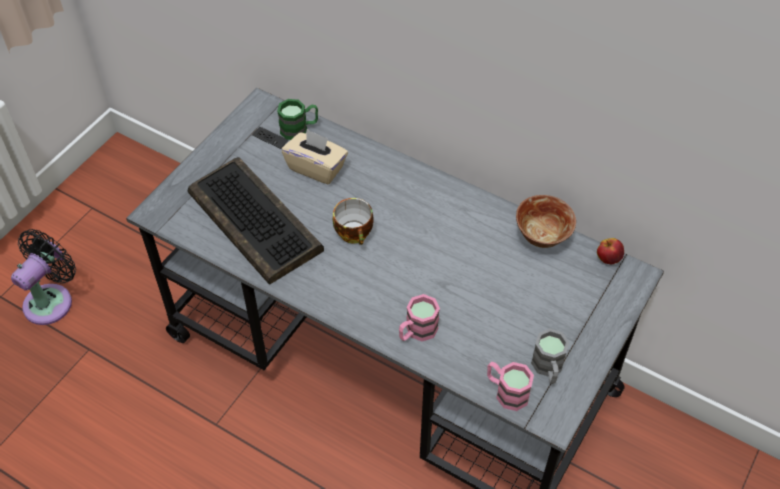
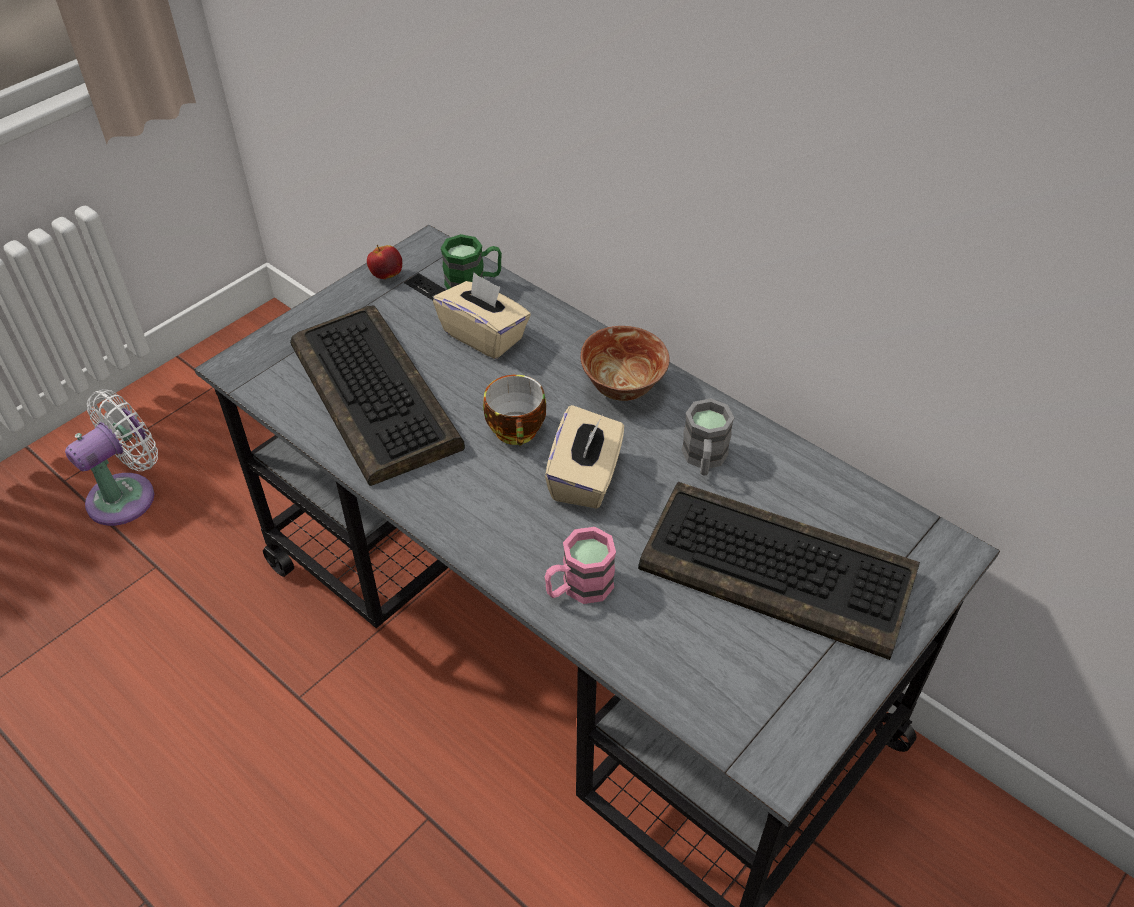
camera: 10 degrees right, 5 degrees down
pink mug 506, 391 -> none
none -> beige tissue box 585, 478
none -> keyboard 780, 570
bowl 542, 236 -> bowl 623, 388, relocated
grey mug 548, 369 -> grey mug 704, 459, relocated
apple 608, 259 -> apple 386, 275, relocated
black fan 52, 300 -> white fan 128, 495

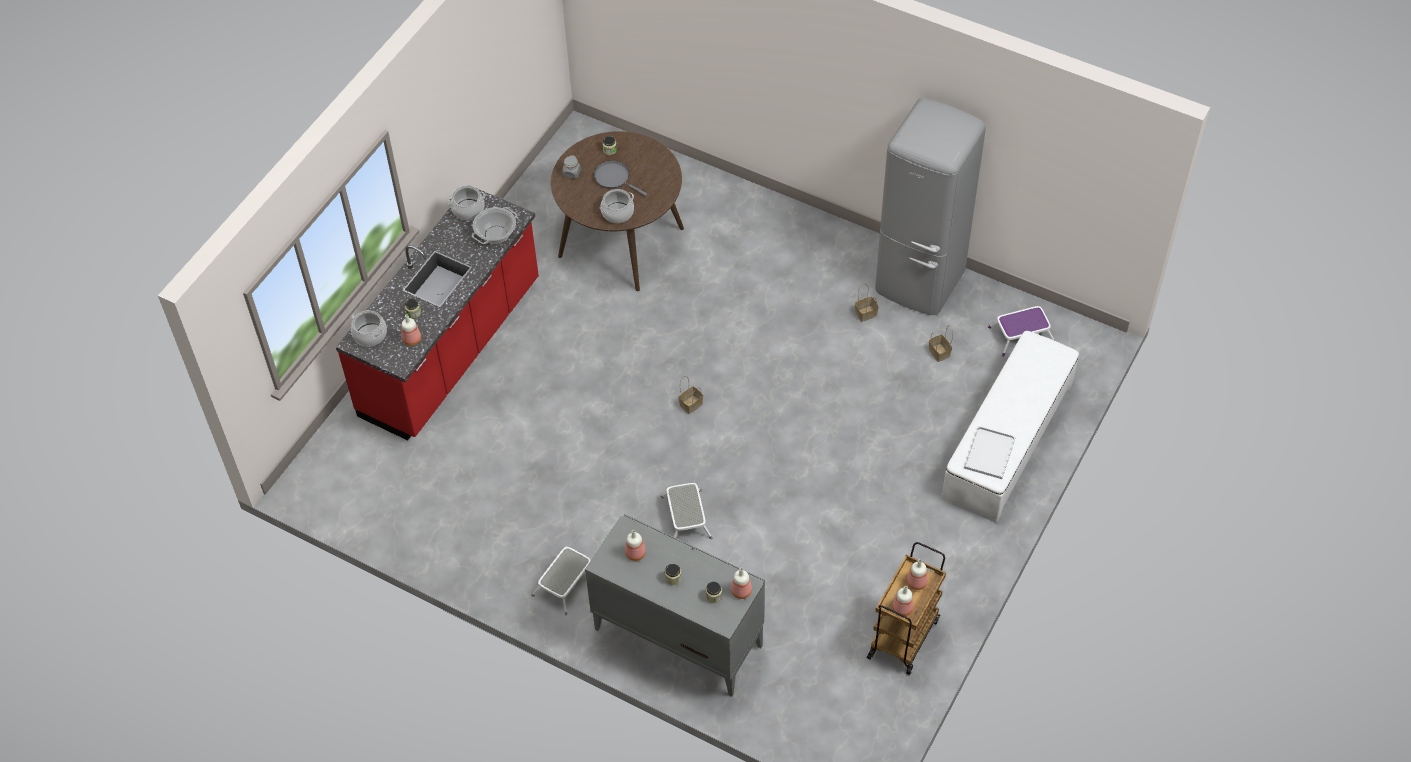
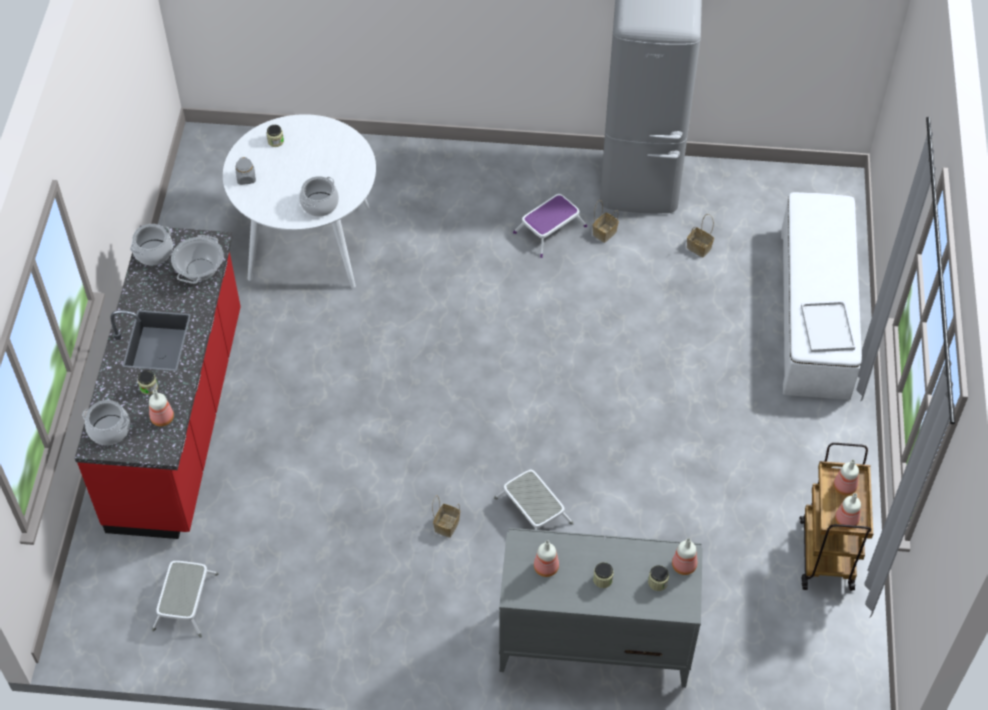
camera: 25 degrees left, 0 degrees up
grey frying pan 614, 178 -> none
grey step ladder 565, 582 -> grey step ladder 185, 601, relocated
basket 691, 404 -> basket 446, 524, relocated
purple step ladder 1021, 334 -> purple step ladder 549, 229, relocated
brown dining table 621, 242 -> white dining table 309, 243

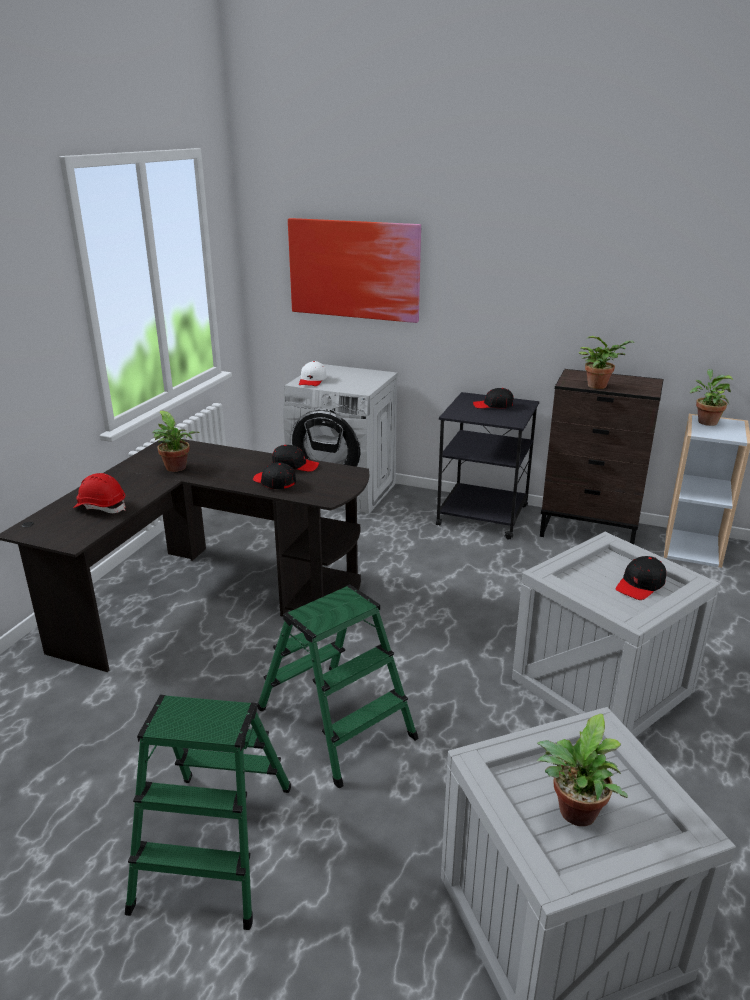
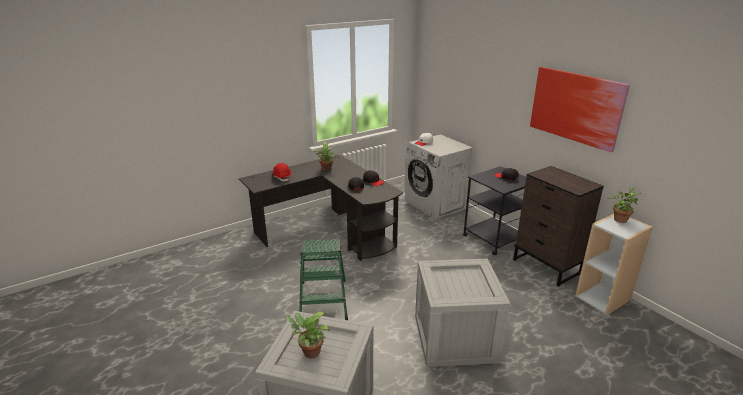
camera: 35 degrees right, 0 degrees up
green step ladder 215, 844 -> none
potted plant 599, 386 -> none
black cap 640, 585 -> none
picture 354, 269 -> picture 576, 107, relocated

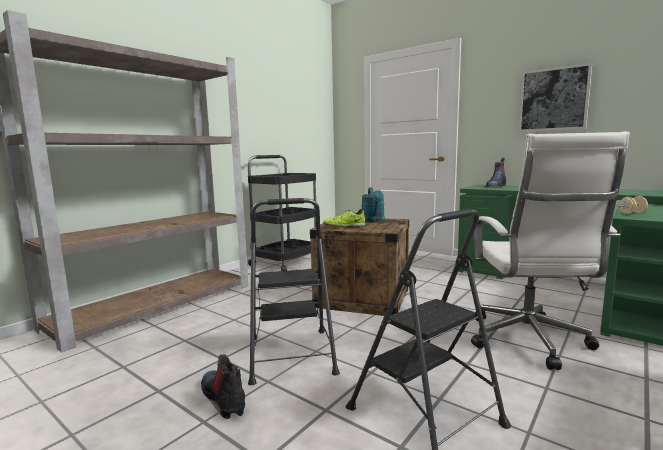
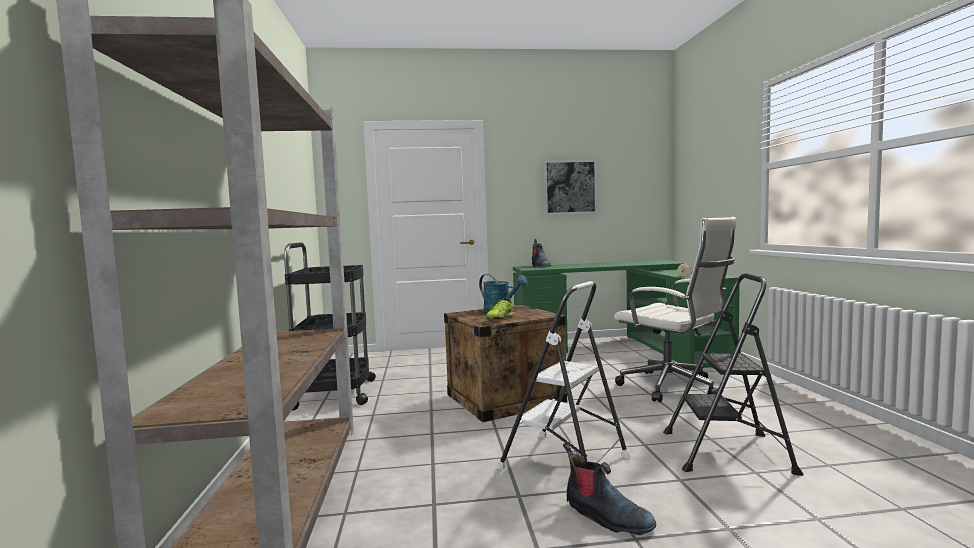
camera: 45 degrees left, 5 degrees down
black step ladder 291, 356 -> white step ladder 568, 463
boot 224, 399 -> boot 606, 517, 150 degrees counterclockwise

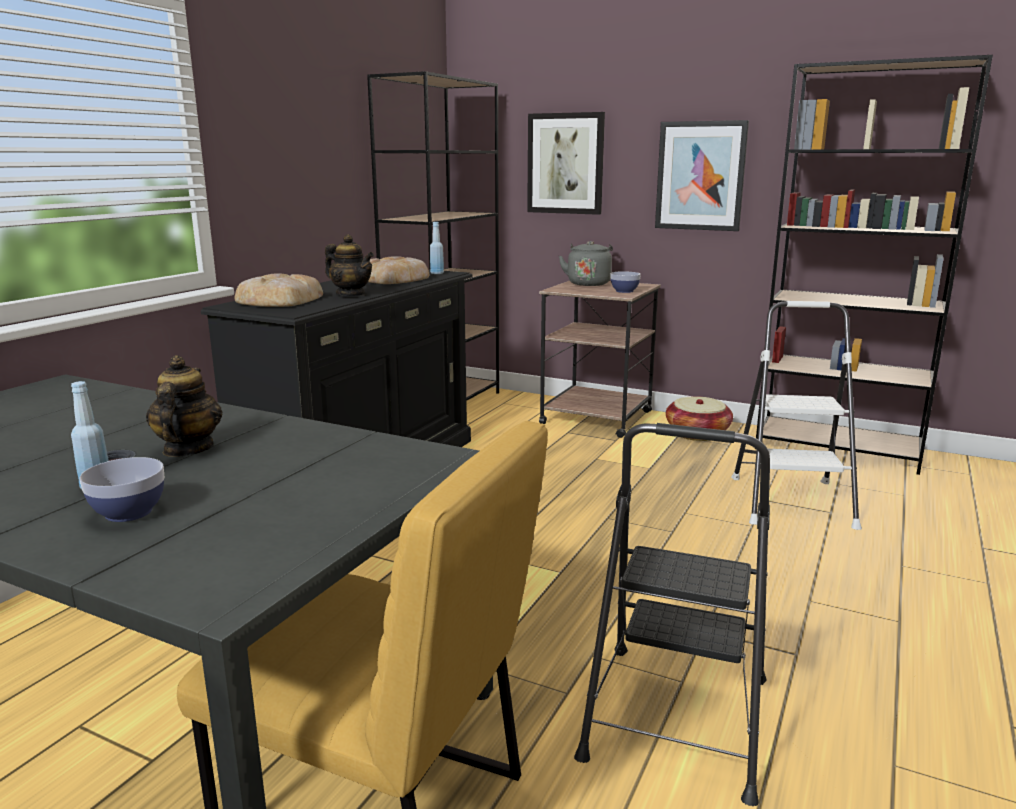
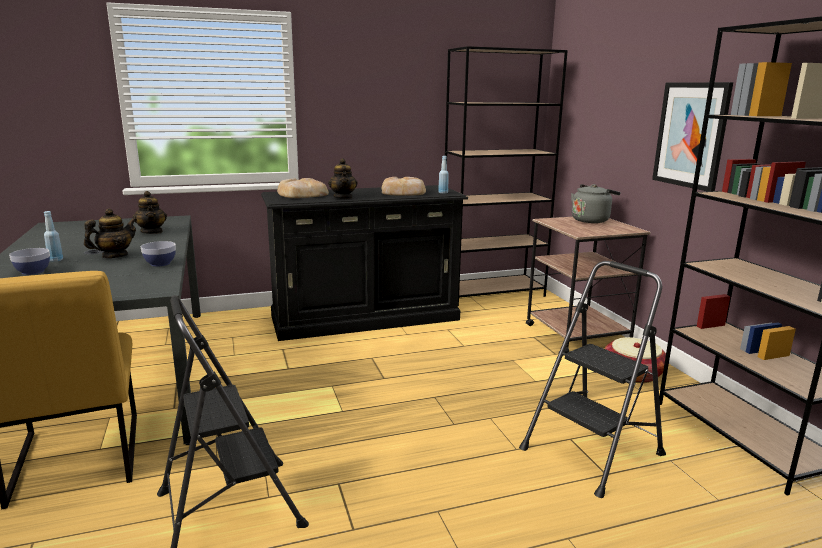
camera: 45 degrees right, 0 degrees up
picture 565, 163 -> none
none -> teapot 152, 232
bowl 624, 291 -> bowl 160, 263, relocated
white step ladder 791, 499 -> black step ladder 594, 449

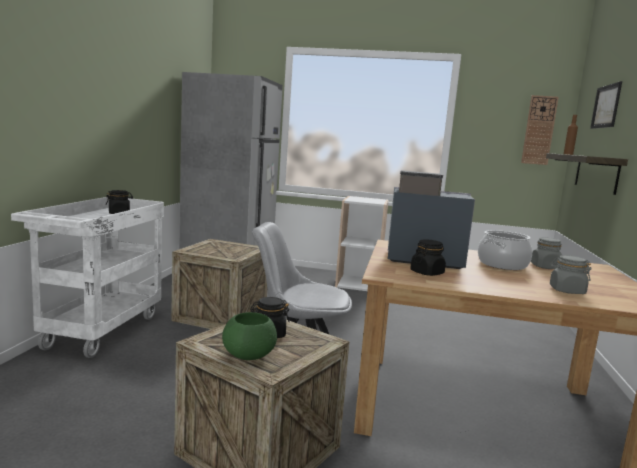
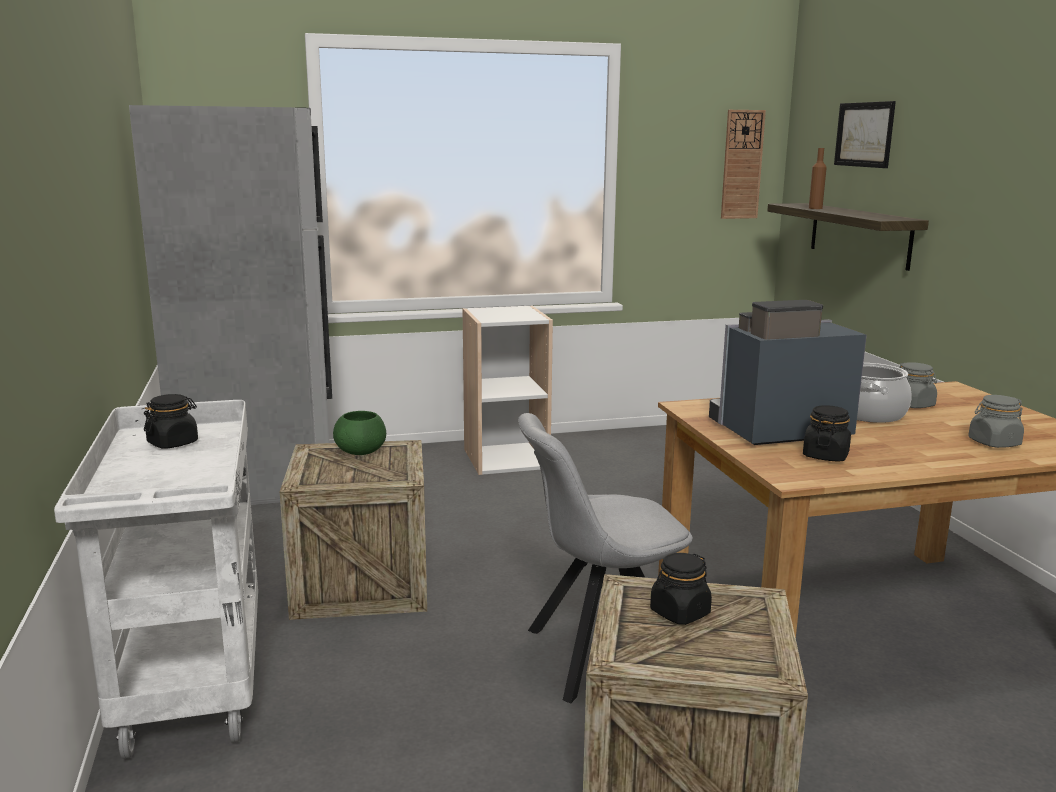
camera: 25 degrees left, 5 degrees up
green bowl 250, 355 -> green bowl 361, 451, relocated

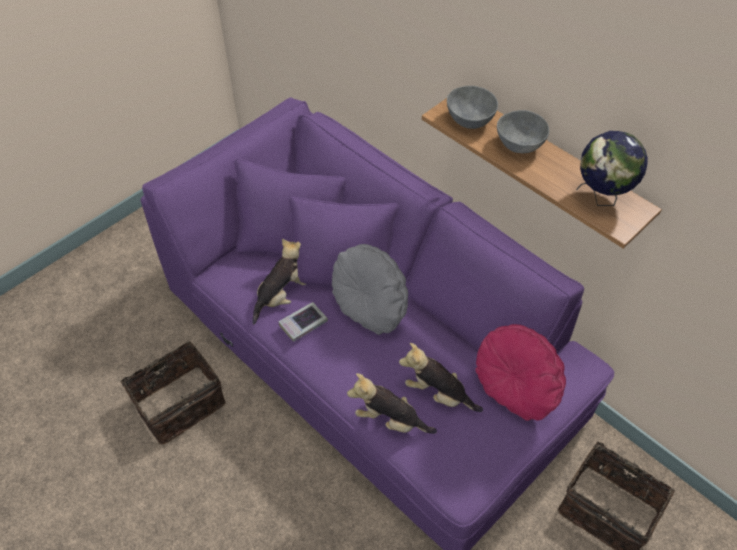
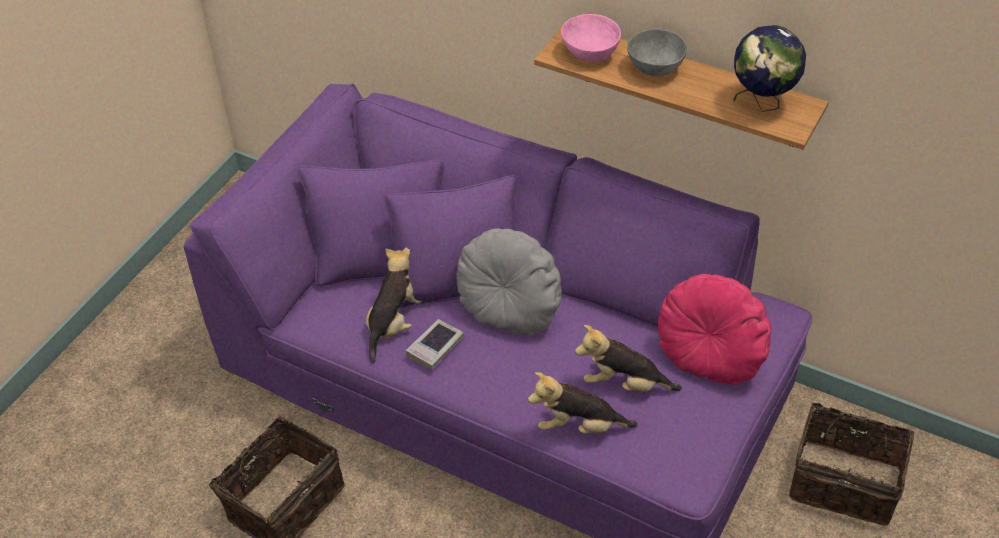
camera: 15 degrees left, 5 degrees down
grey bowl 469, 119 -> pink bowl 590, 53

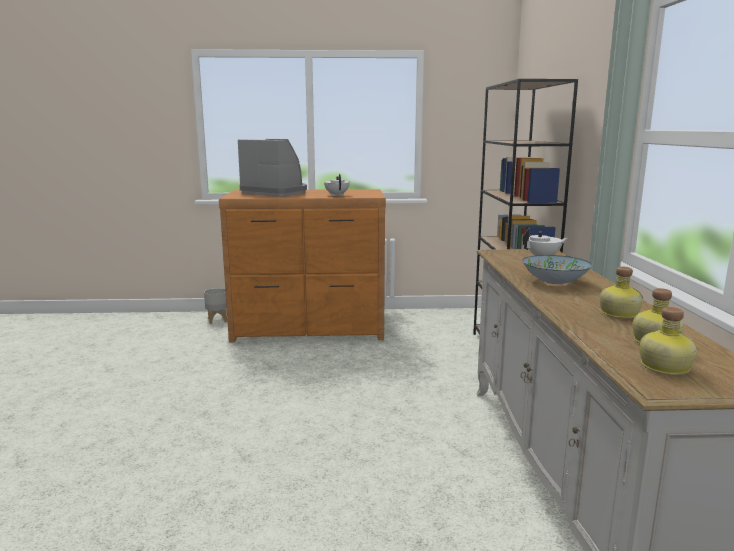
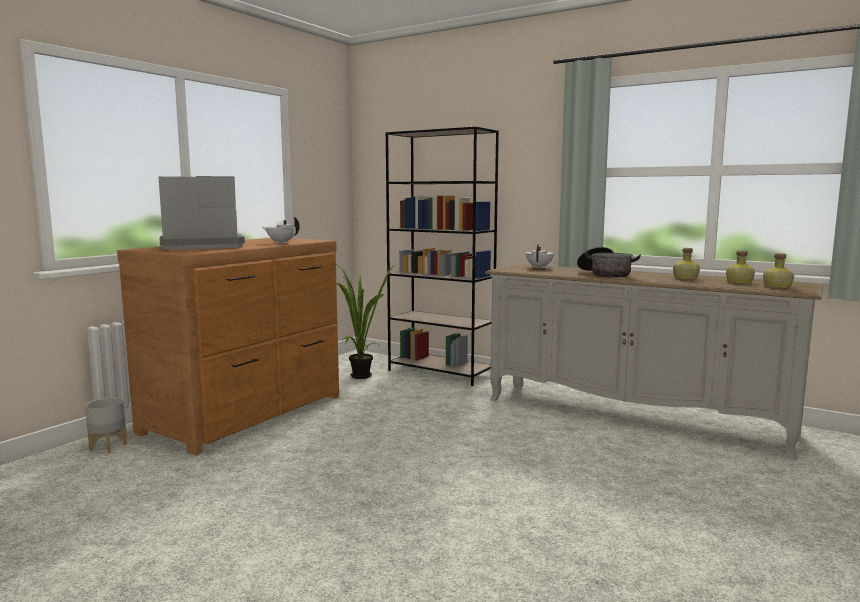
camera: 55 degrees left, 5 degrees down
none -> potted plant 359, 375
bowl 554, 282 -> cooking pot 605, 274

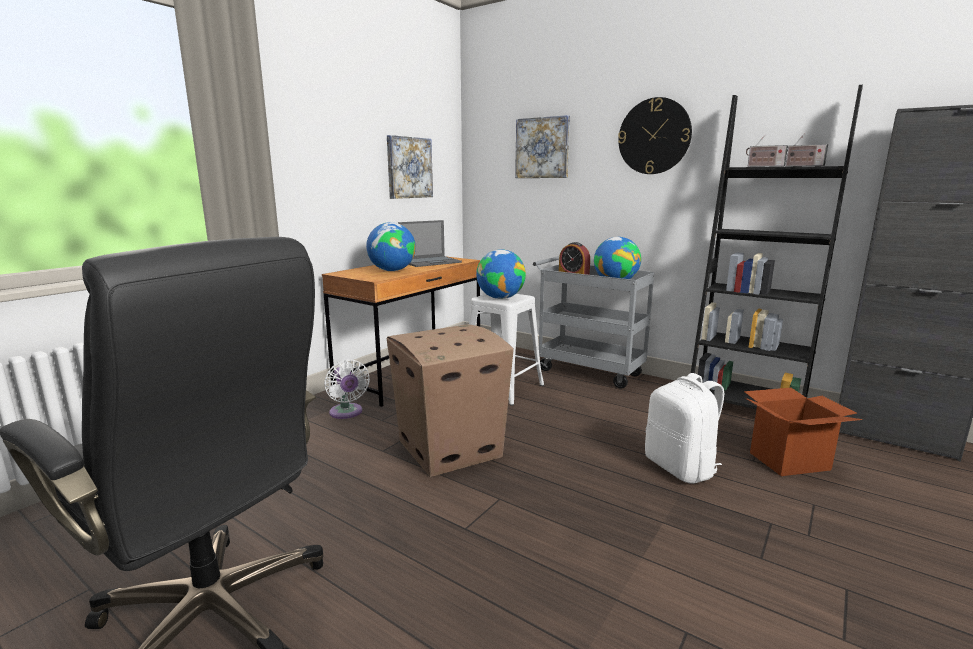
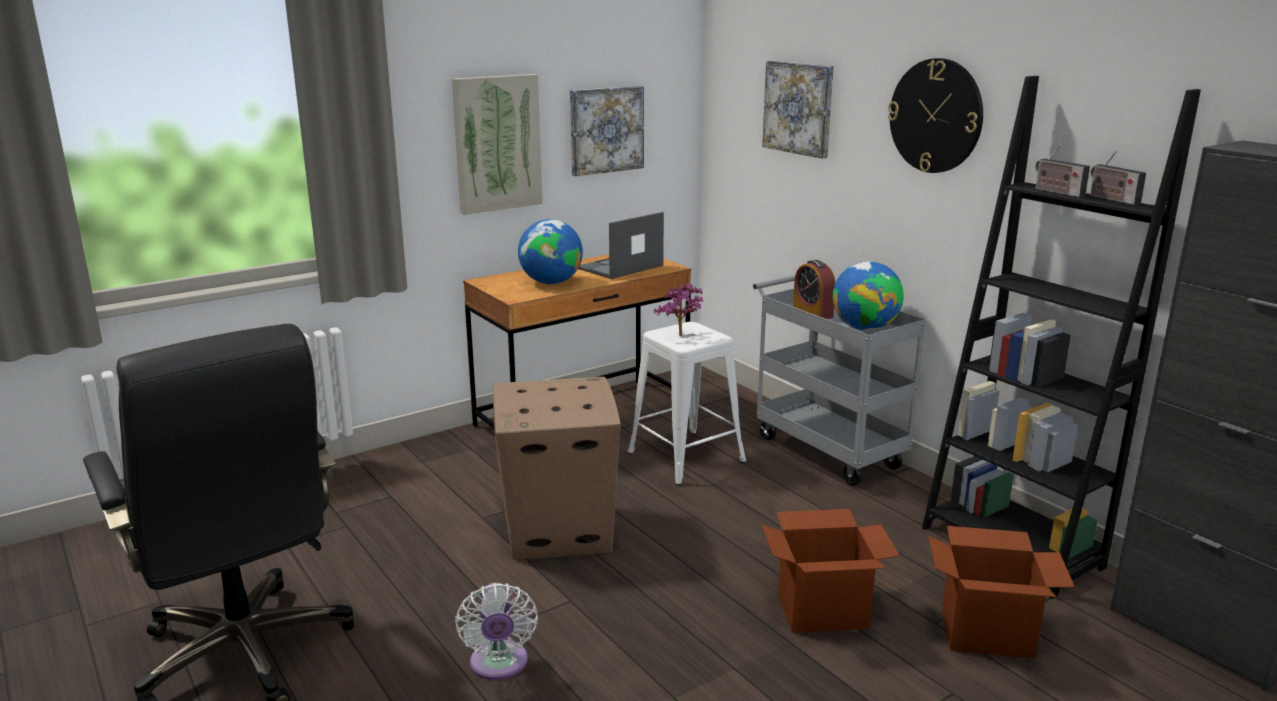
camera: 20 degrees right, 5 degrees up
none -> picture 497, 143
white fan 347, 413 -> white fan 499, 665, relocated
globe 500, 298 -> potted plant 681, 337
white backpack 681, 468 -> cardboard box 823, 612
laptop 431, 262 -> laptop 619, 267, 150 degrees clockwise

